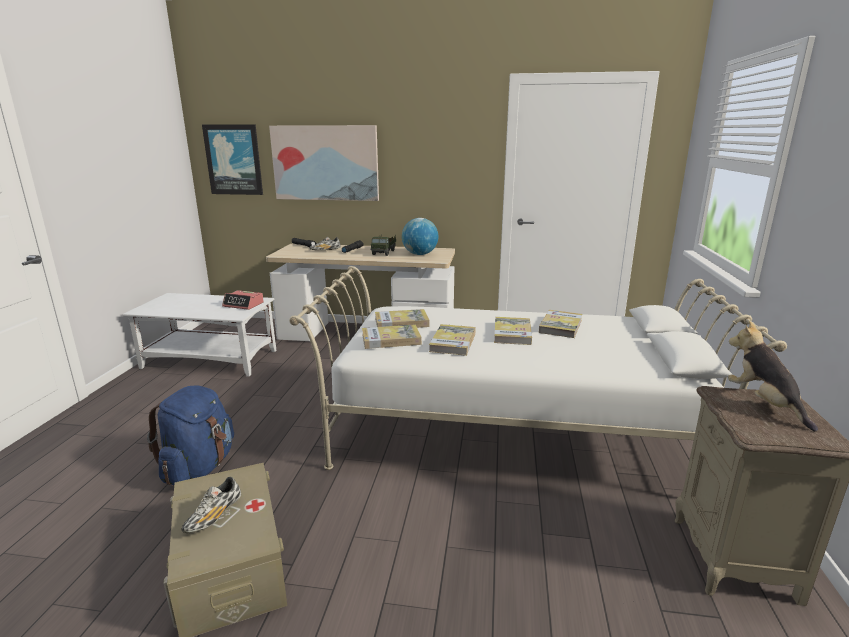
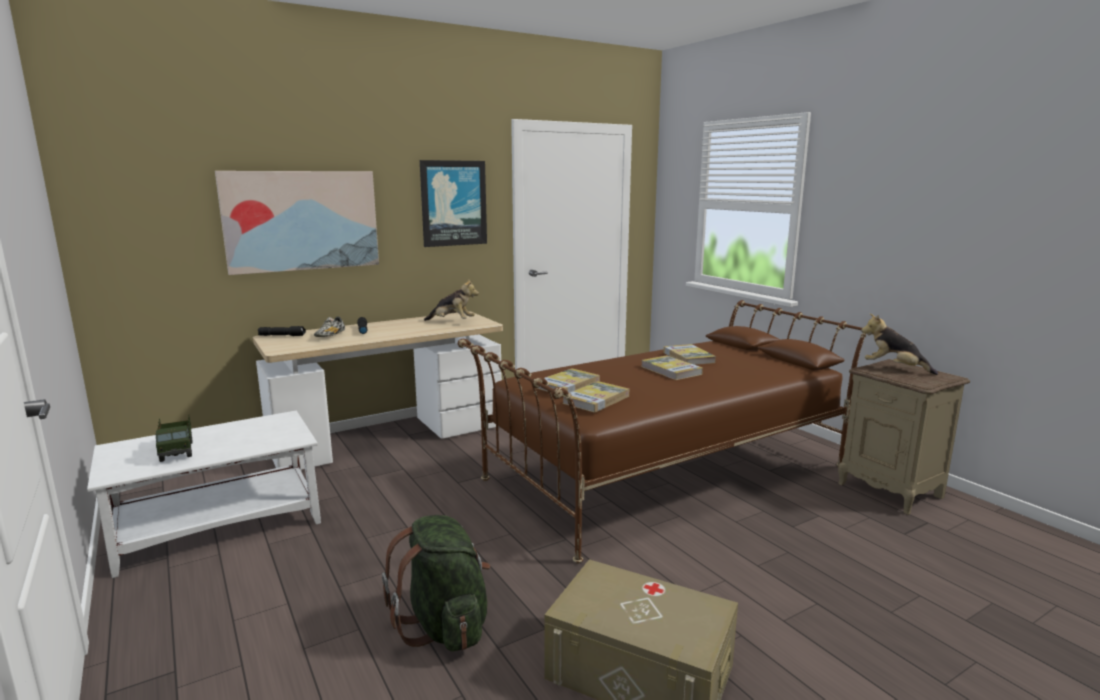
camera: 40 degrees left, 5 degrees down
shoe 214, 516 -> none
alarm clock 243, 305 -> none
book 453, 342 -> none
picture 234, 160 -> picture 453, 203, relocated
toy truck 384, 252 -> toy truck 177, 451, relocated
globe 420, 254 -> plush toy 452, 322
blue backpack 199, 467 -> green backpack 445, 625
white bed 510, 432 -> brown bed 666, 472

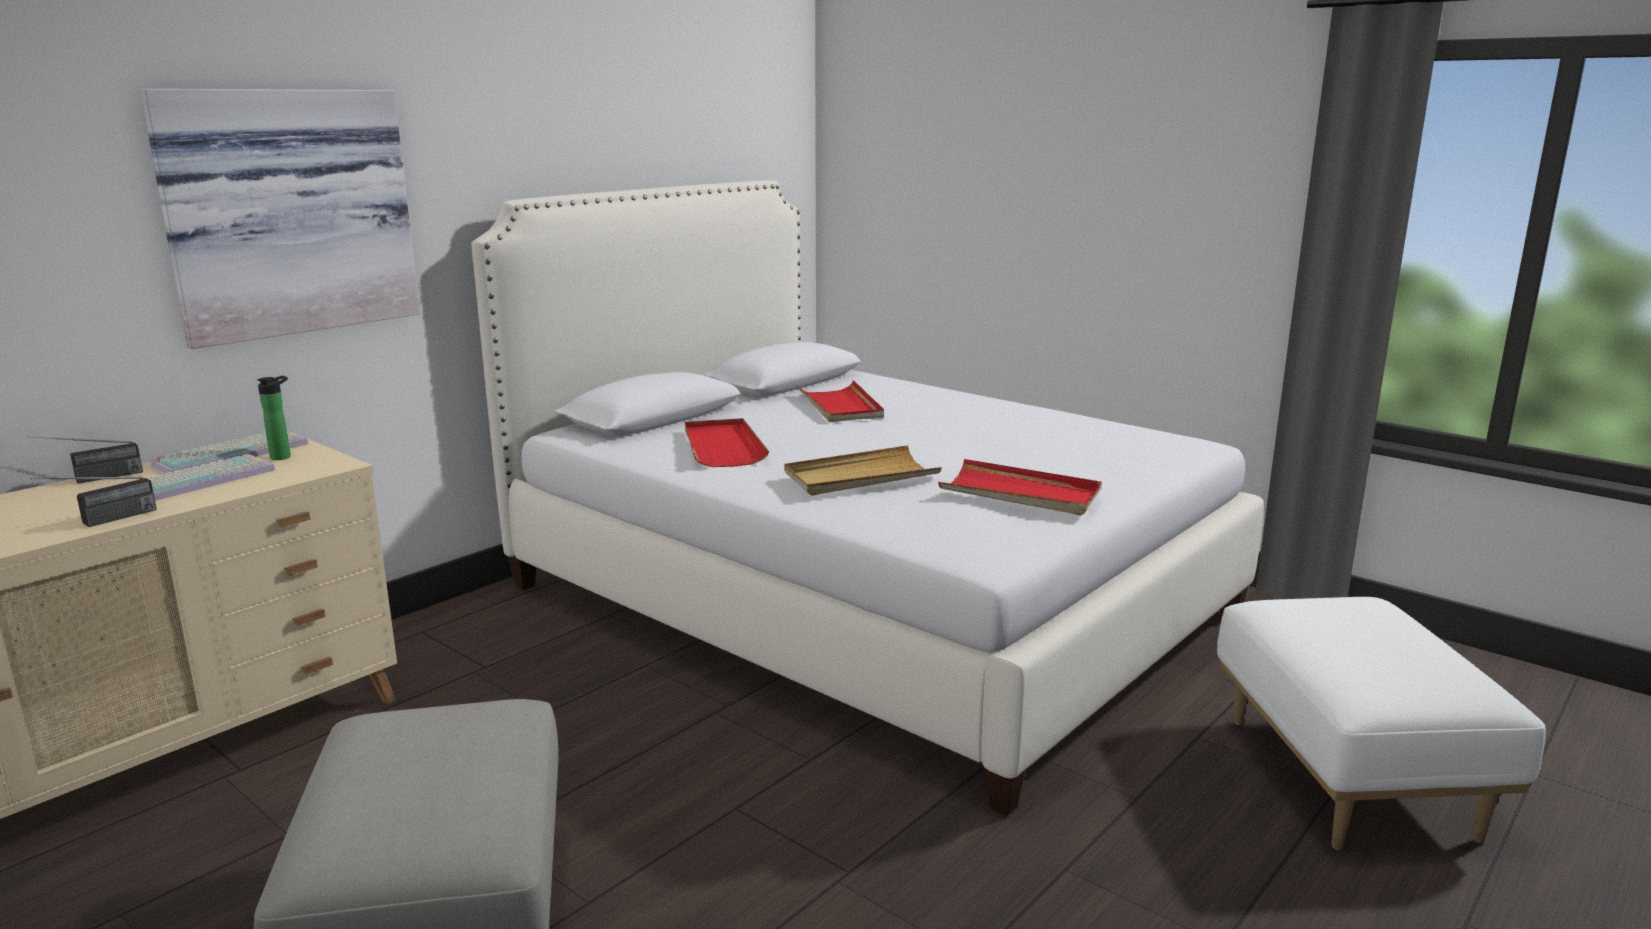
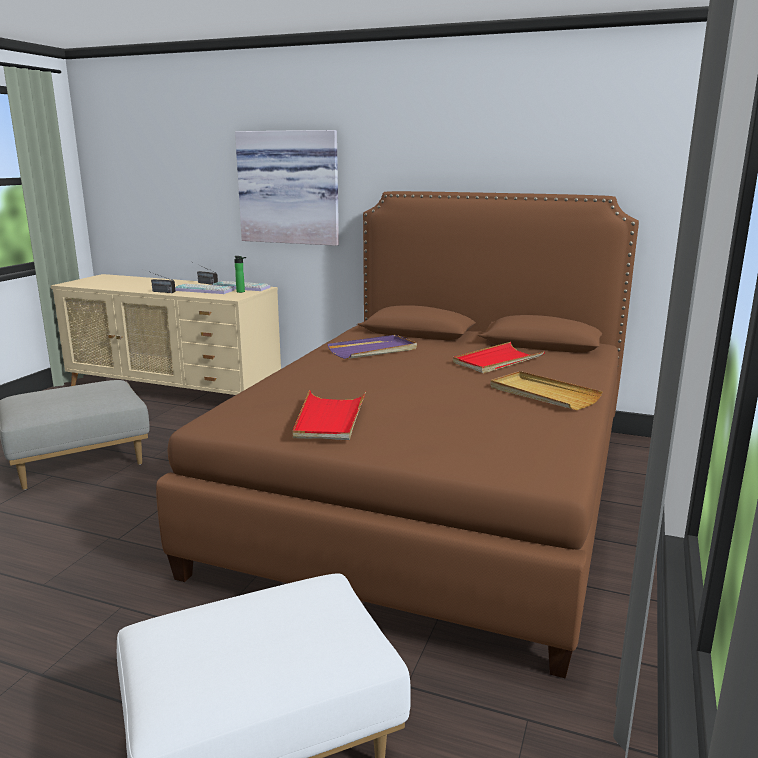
camera: 70 degrees right, 0 degrees up
beige tray 860, 477 -> beige tray 543, 394, relocated
white bed 863, 600 -> brown bed 433, 492
red tray 722, 447 -> purple tray 373, 350

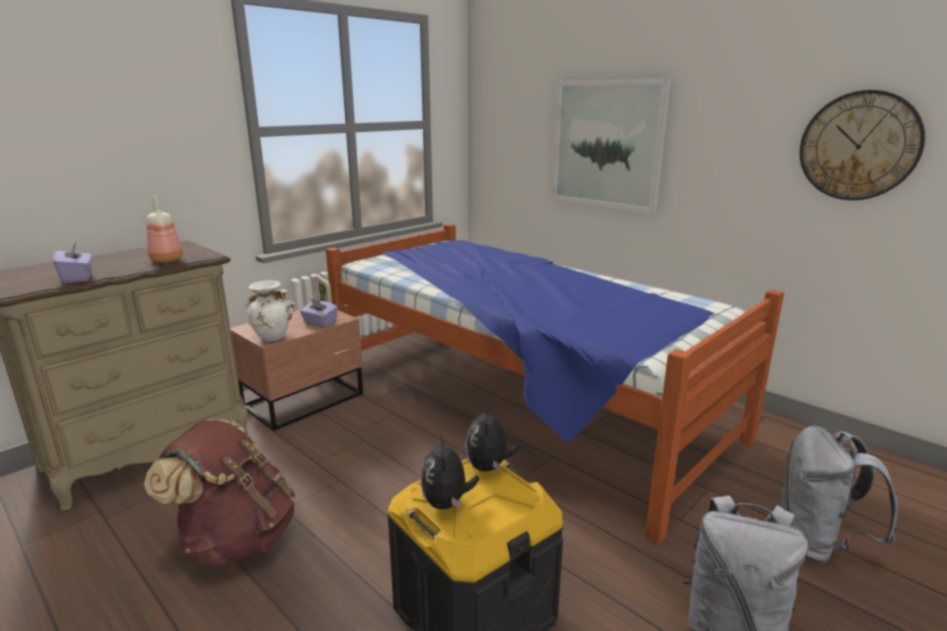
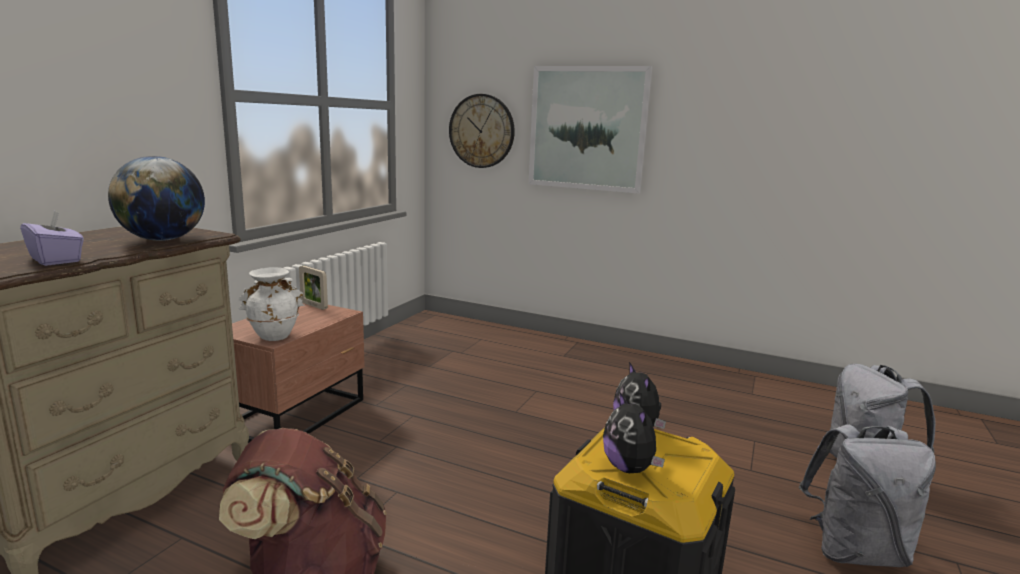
camera: 20 degrees left, 5 degrees down
purple tissue box 319, 323 -> none
bed 520, 403 -> none
wall clock 859, 146 -> wall clock 481, 131, relocated
bottle 167, 260 -> globe 163, 240

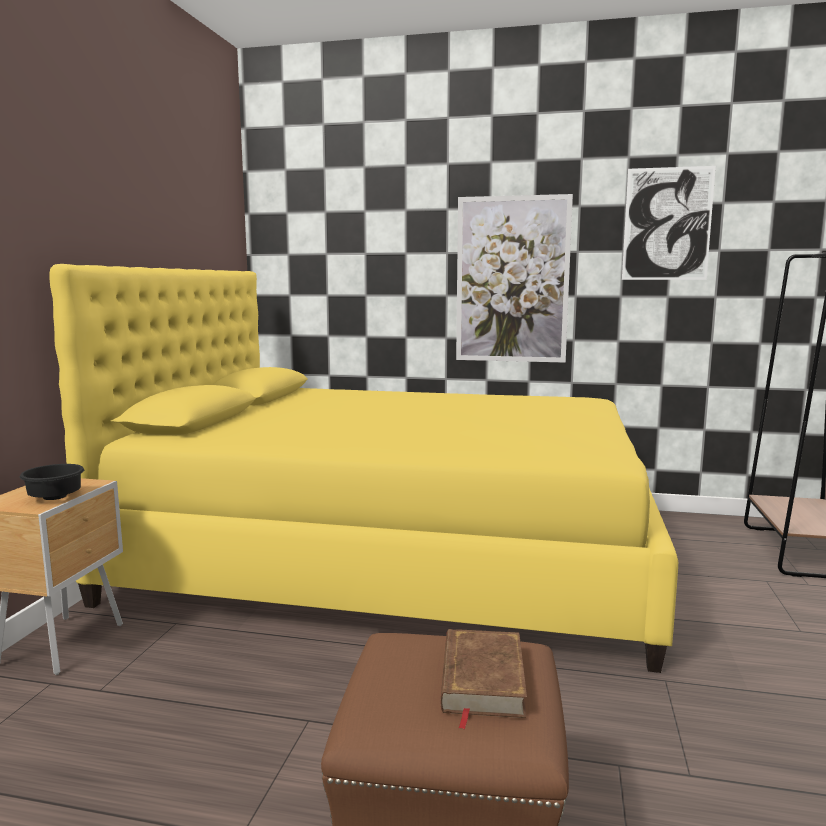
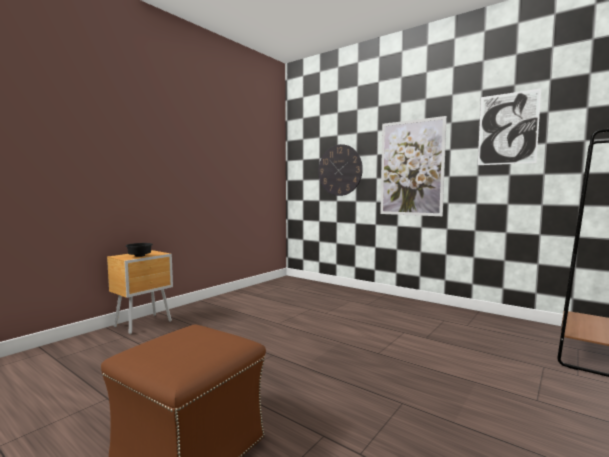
camera: 25 degrees right, 5 degrees down
yellow bed 394, 555 -> none
brown book 481, 680 -> none
none -> wall clock 340, 170

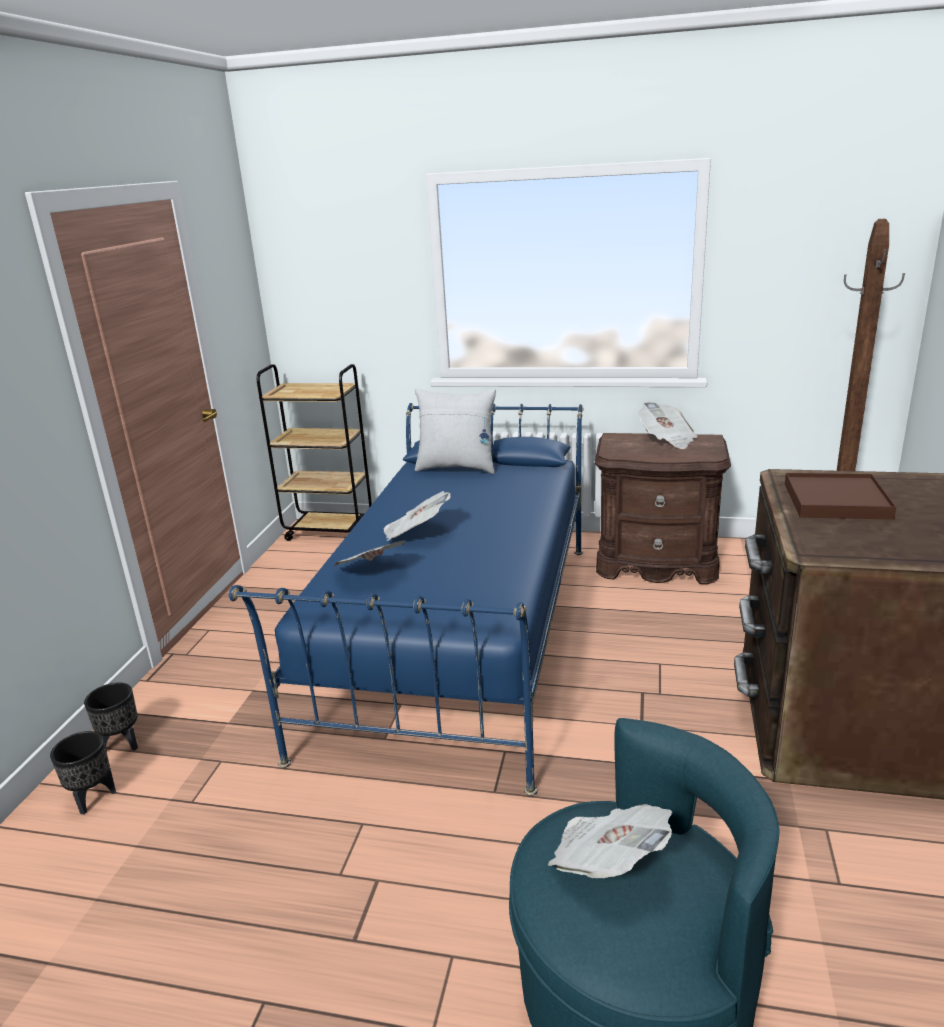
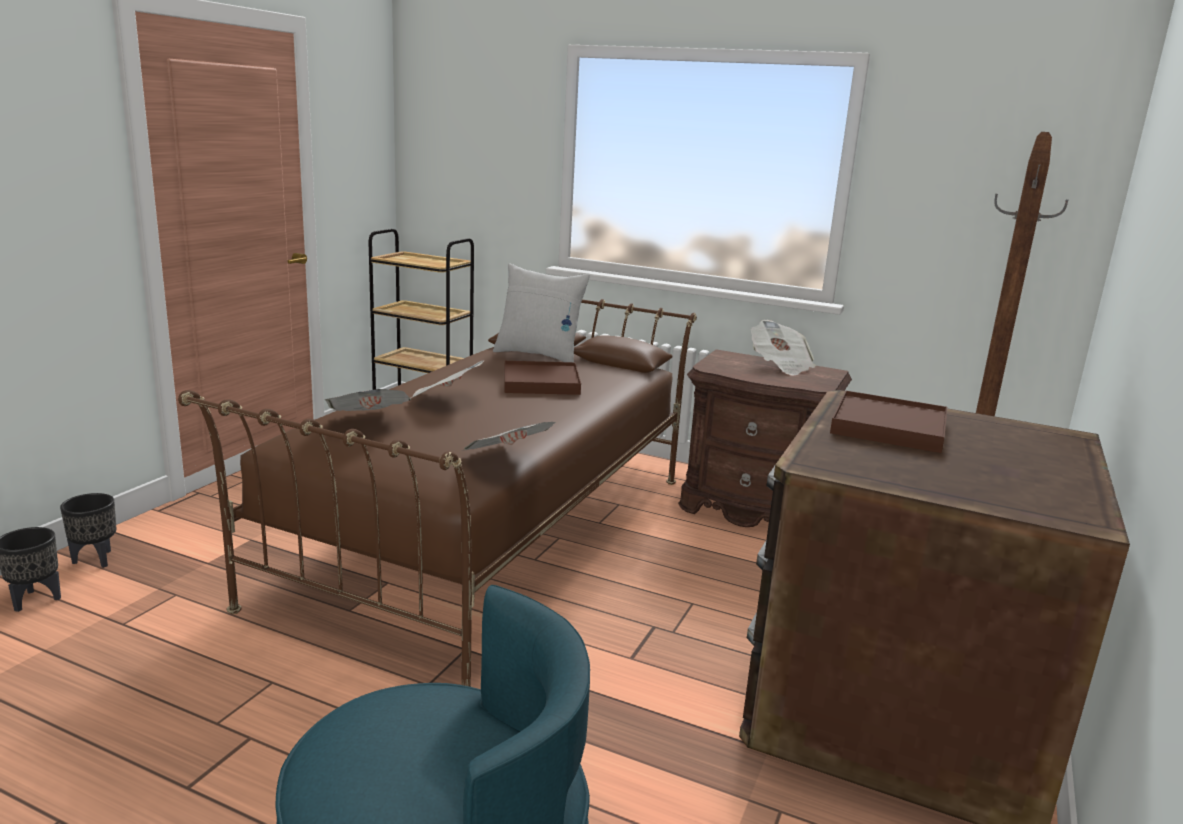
camera: 10 degrees right, 5 degrees down
none -> brown tray 541, 382
newspaper 607, 862 -> newspaper 507, 460, relocated
blue bed 459, 639 -> brown bed 489, 536

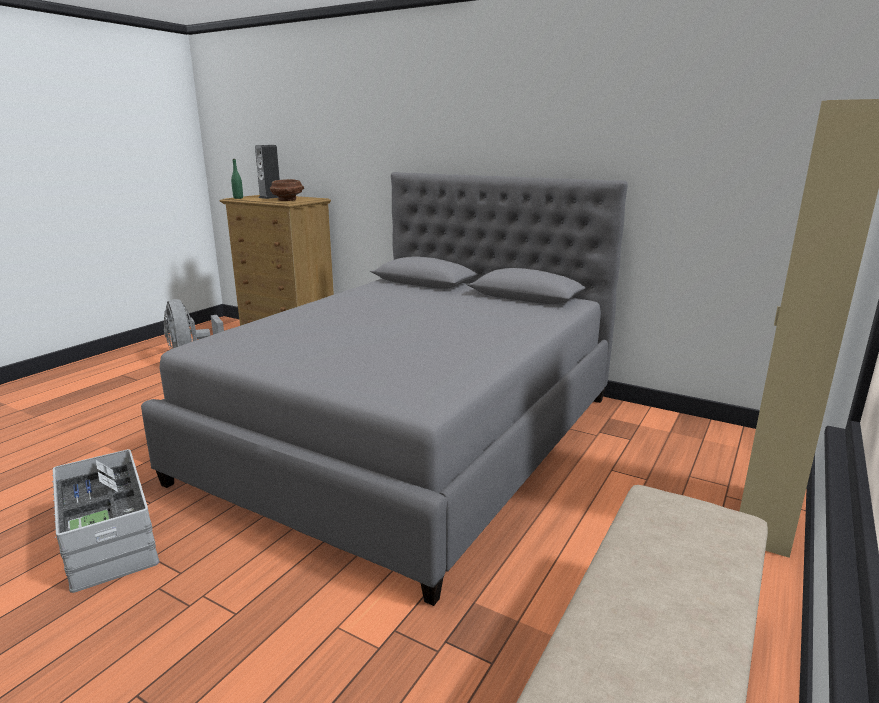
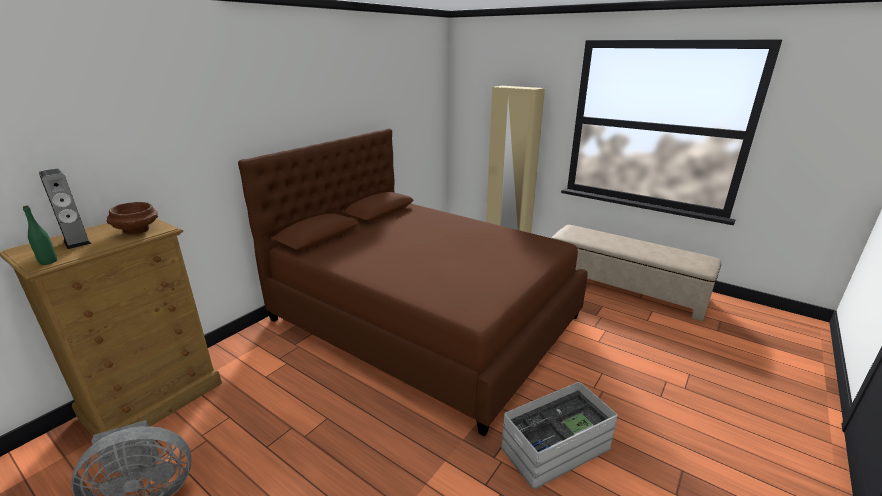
camera: 85 degrees left, 5 degrees up
grey bed 412, 437 -> brown bed 425, 318

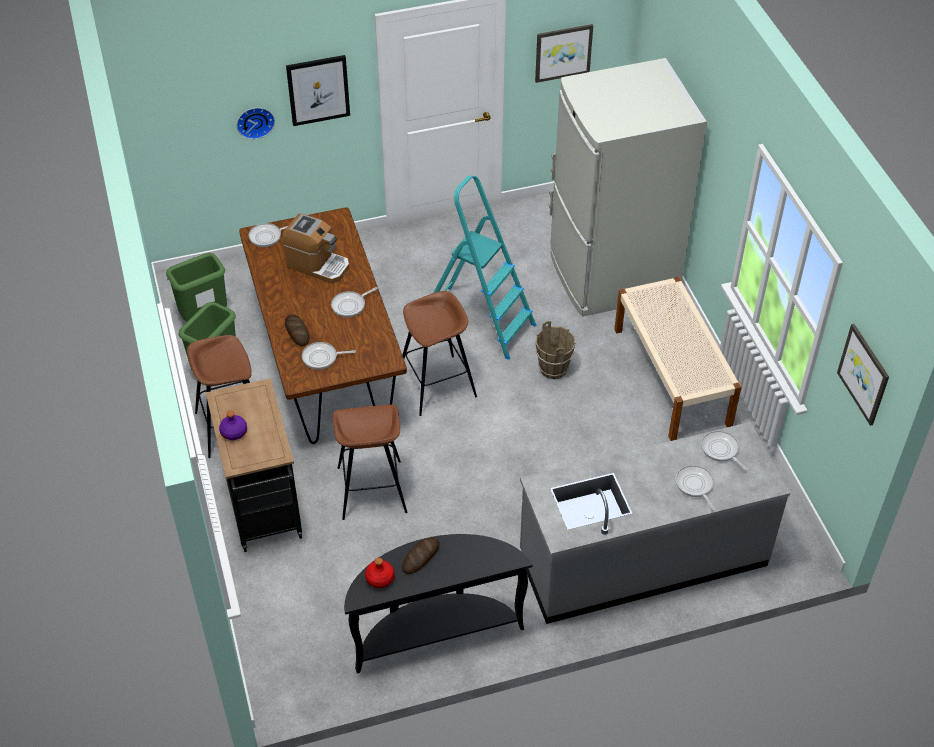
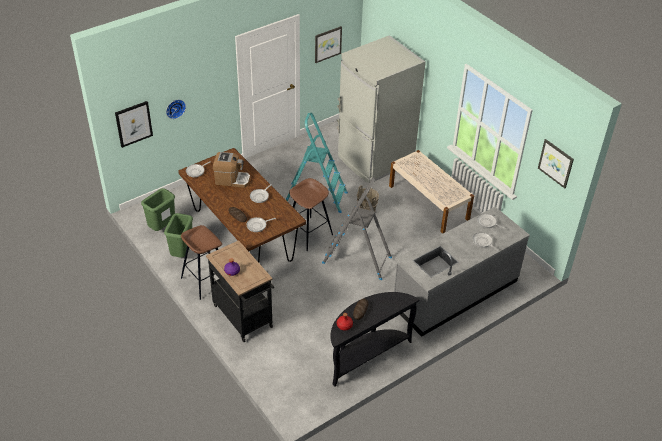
camera: 20 degrees left, 5 degrees down
brown stool 371, 490 -> none
none -> grey step ladder 356, 260
picture 318, 90 -> picture 133, 123, relocated

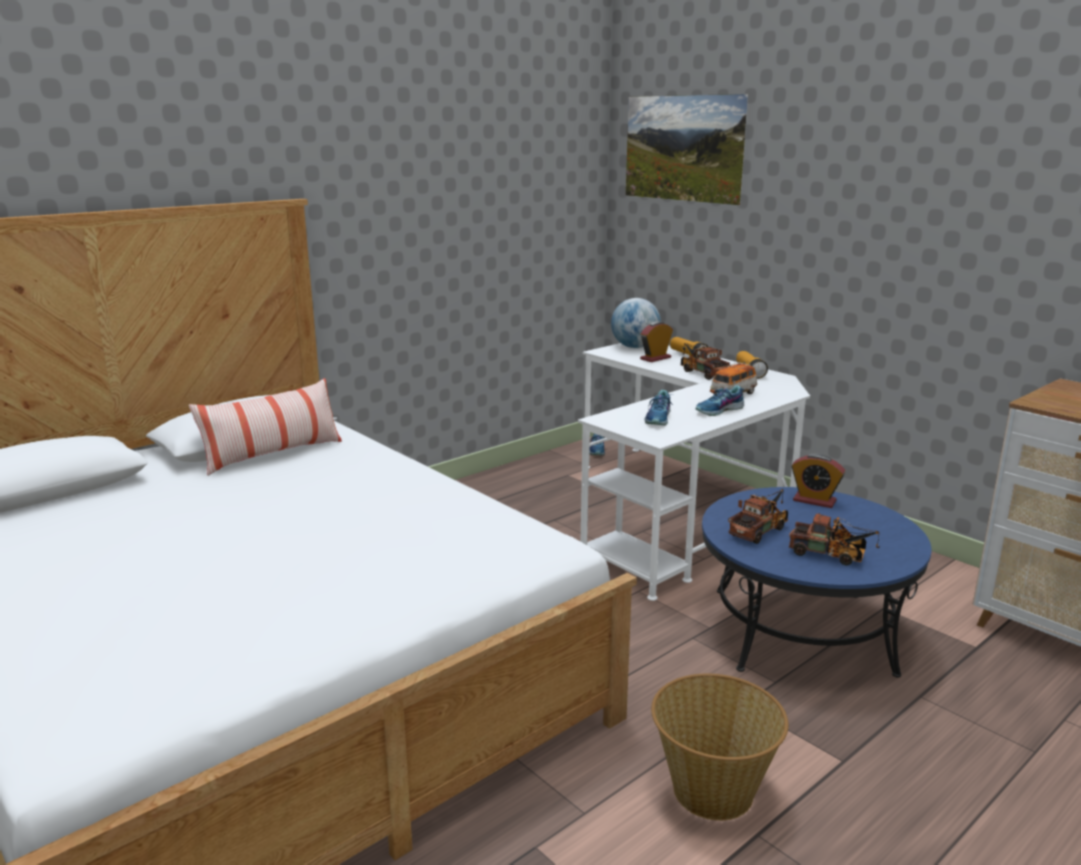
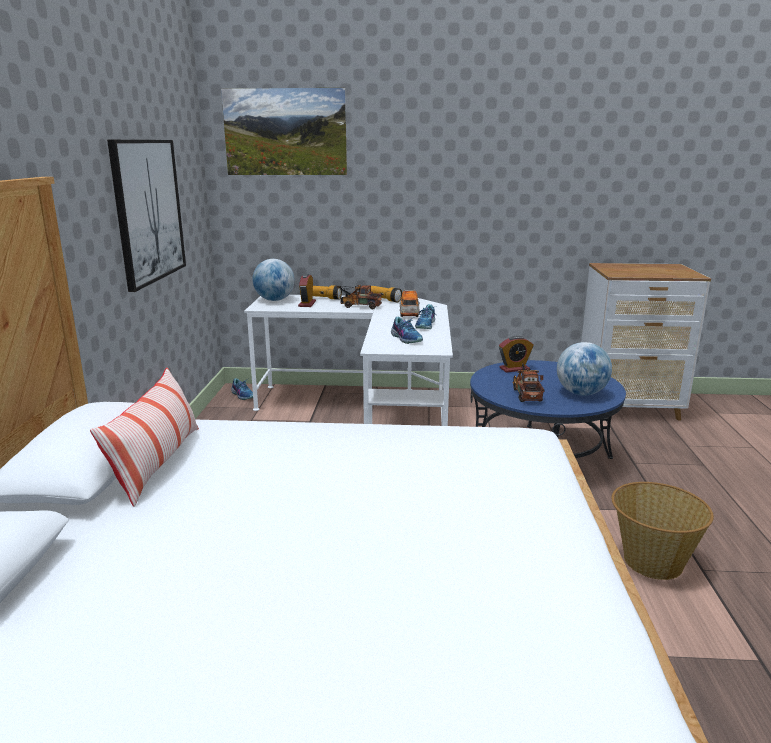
camera: 45 degrees left, 0 degrees up
none -> picture 148, 211
toy truck 831, 555 -> globe 581, 393

